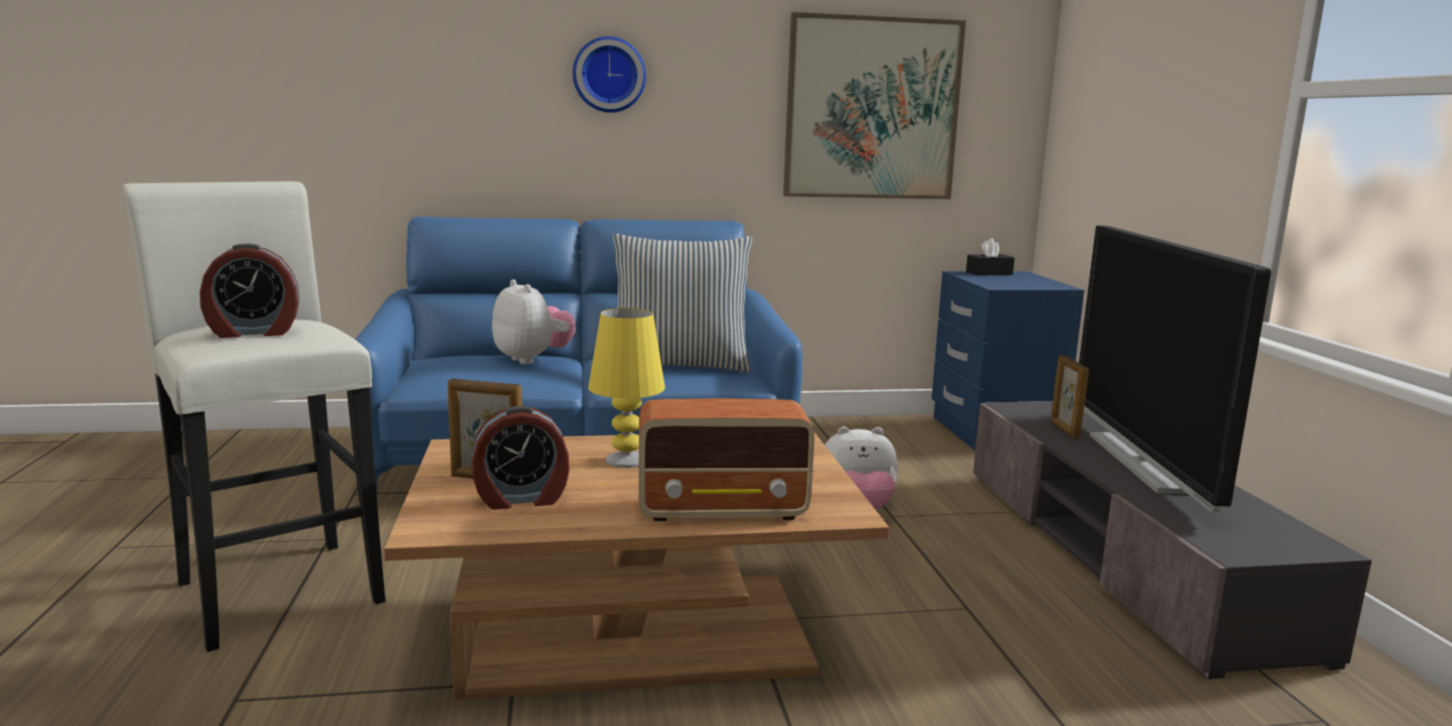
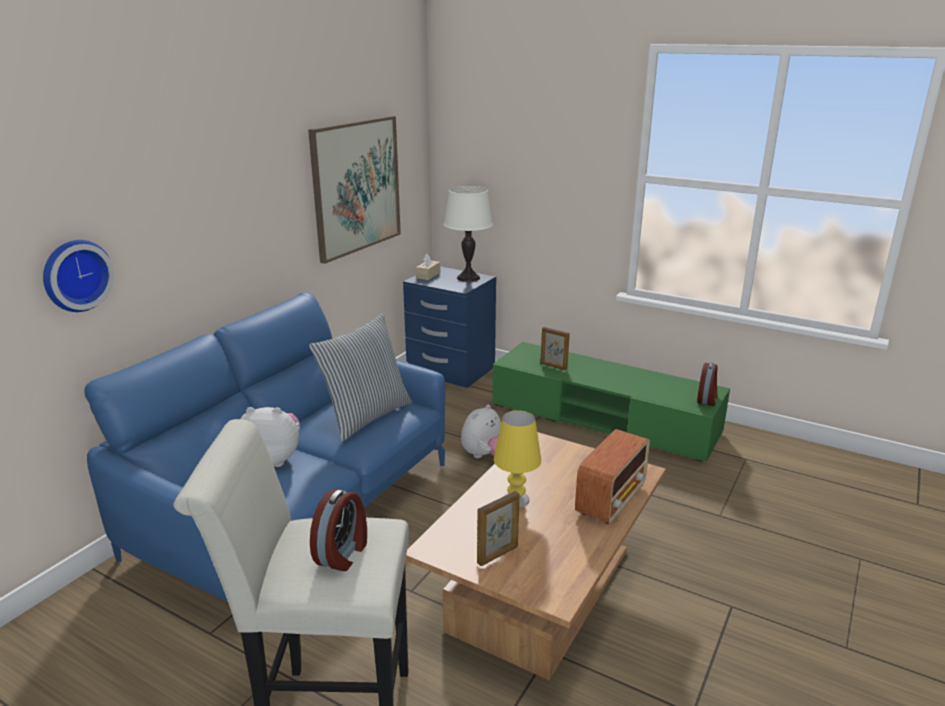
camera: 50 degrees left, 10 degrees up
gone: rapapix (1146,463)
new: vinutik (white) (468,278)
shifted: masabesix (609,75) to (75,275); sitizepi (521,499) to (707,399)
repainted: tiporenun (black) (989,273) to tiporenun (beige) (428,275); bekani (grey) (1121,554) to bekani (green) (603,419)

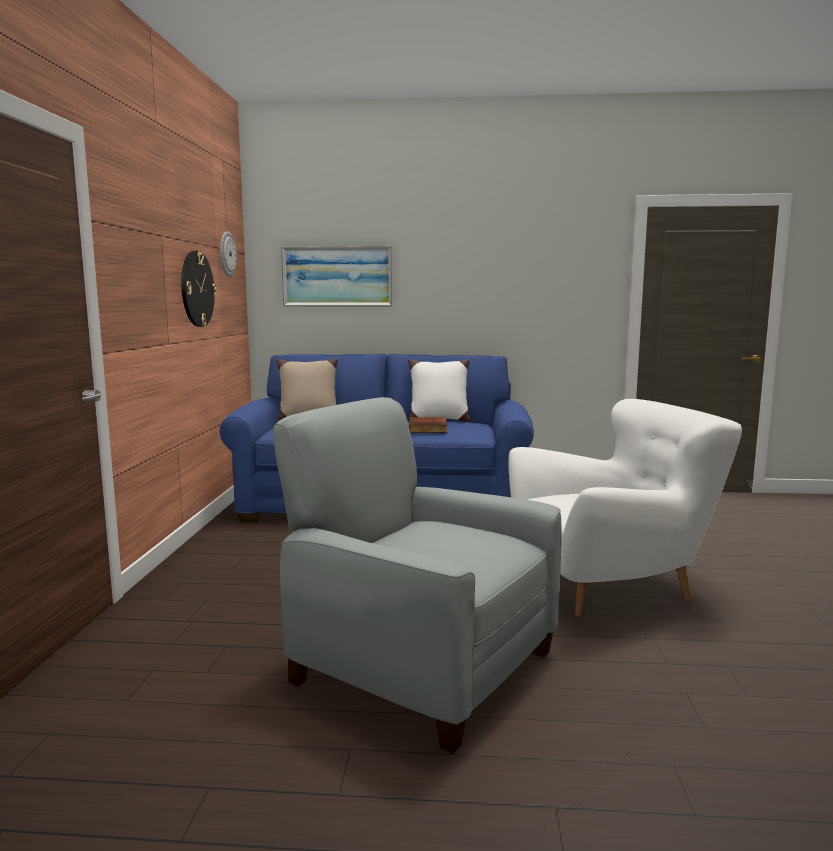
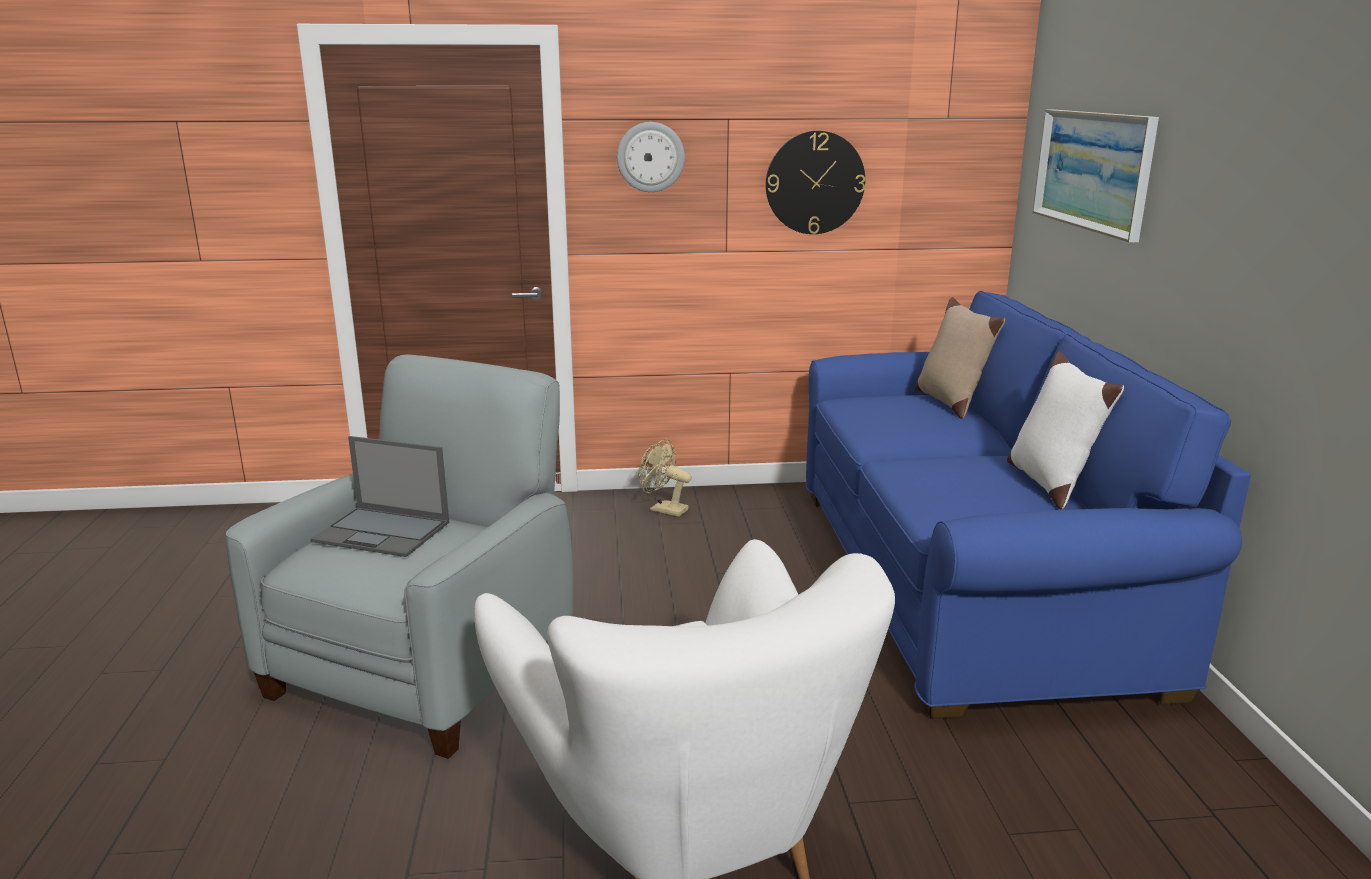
camera: 80 degrees right, 10 degrees up
gone: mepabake (429,428)
new: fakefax (383,532); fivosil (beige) (663,509)
shifted: masabesix (226,254) to (650,157)

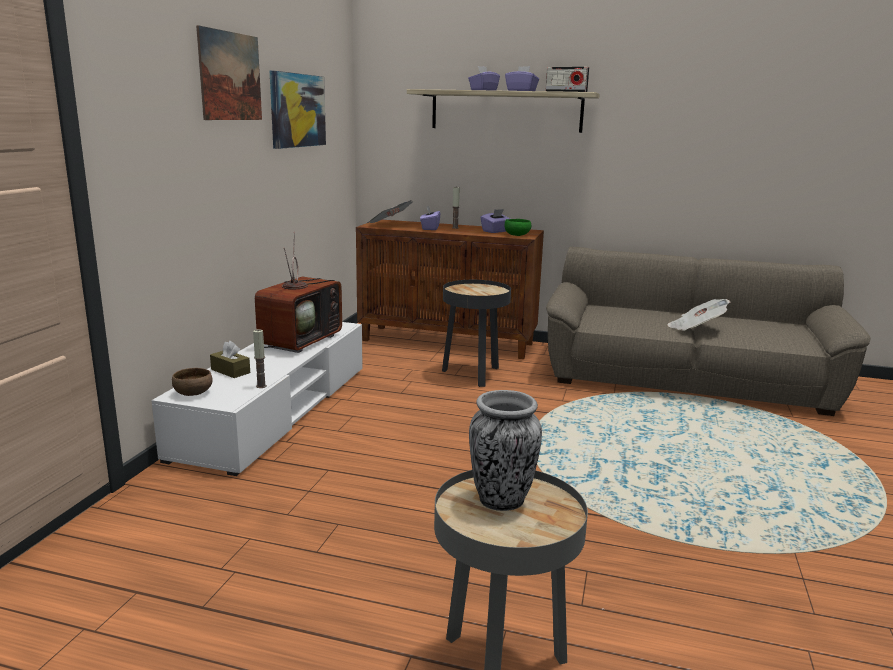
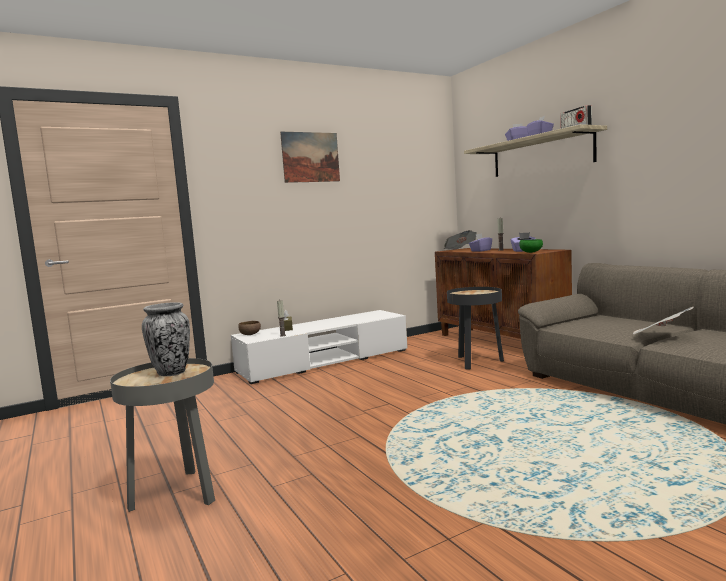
camera: 45 degrees right, 10 degrees down
gone: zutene (297,110); rapapix (300,340)

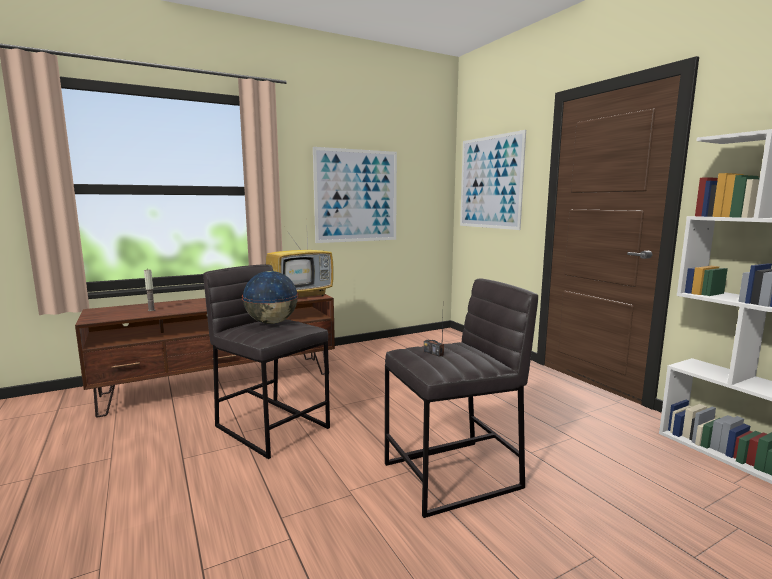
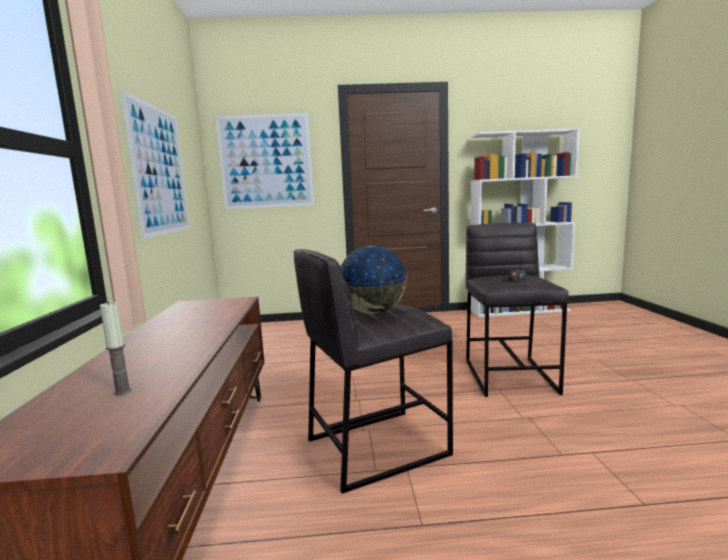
camera: 65 degrees left, 0 degrees up
gone: rapapix (301,295)

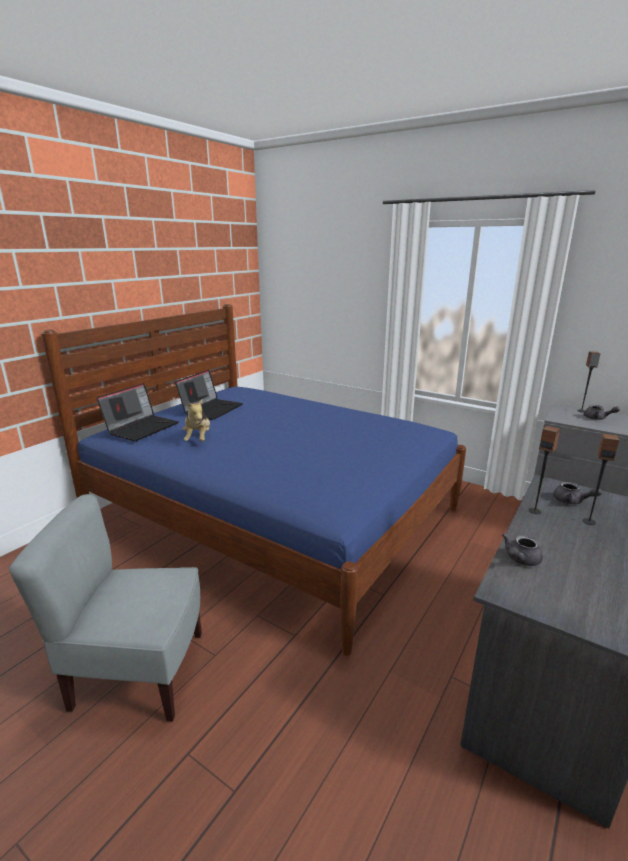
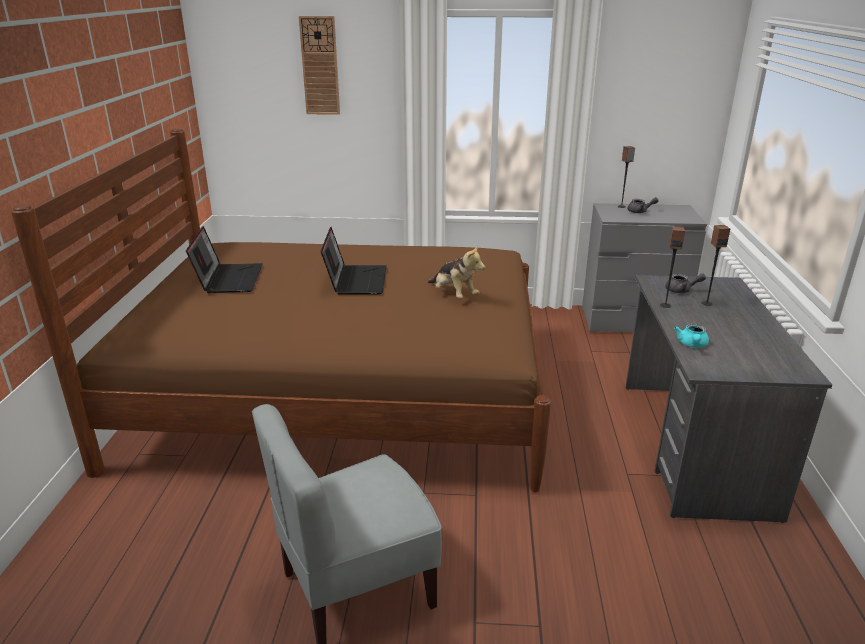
camera: 30 degrees left, 5 degrees up
new: masabesix (320,66)
shifted: fakefax (142,428) to (355,280); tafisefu (198,439) to (454,295)
repainted: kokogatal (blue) (273,515) to kokogatal (brown) (341,393); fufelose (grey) (520,560) to fufelose (turquoise) (692,345)

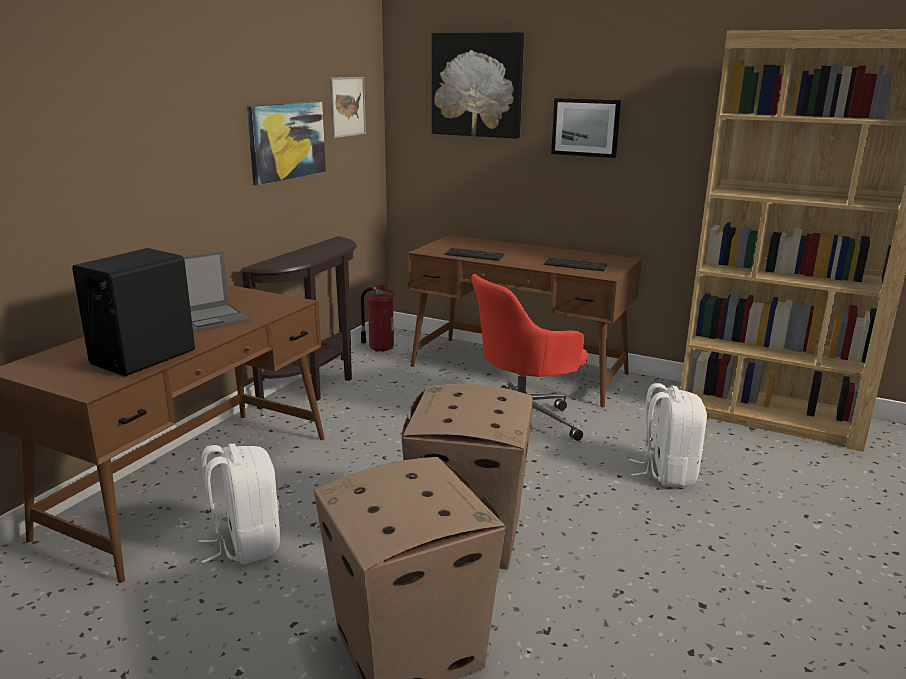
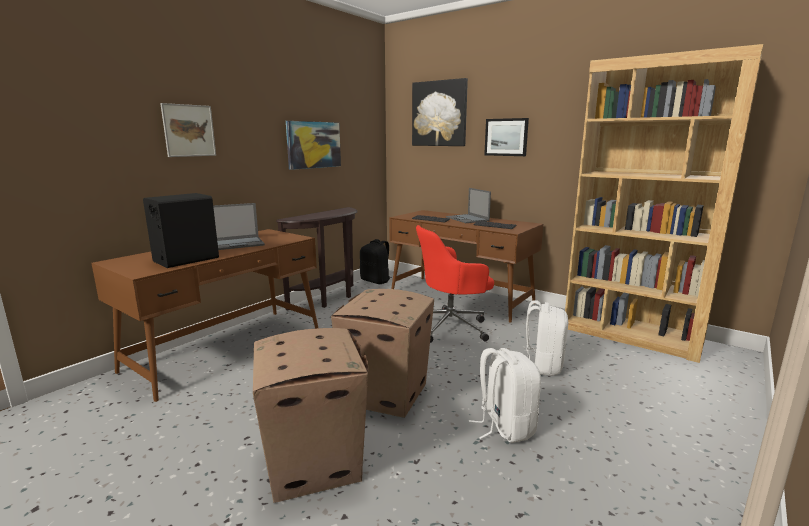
camera: 10 degrees right, 5 degrees down
new: fakefax (467,219)
shifted: zutene (347,106) to (189,130); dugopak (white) (246,543) to (504,426)
swapped: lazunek (380,348) to dugopak (black) (376,281)

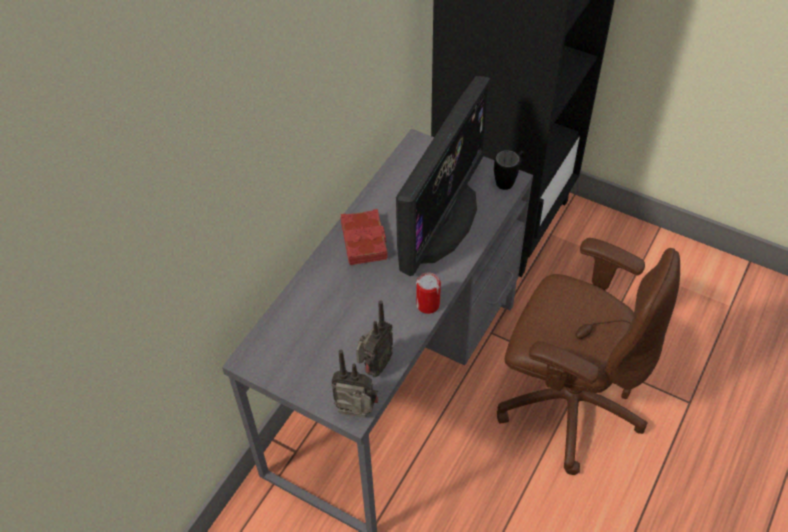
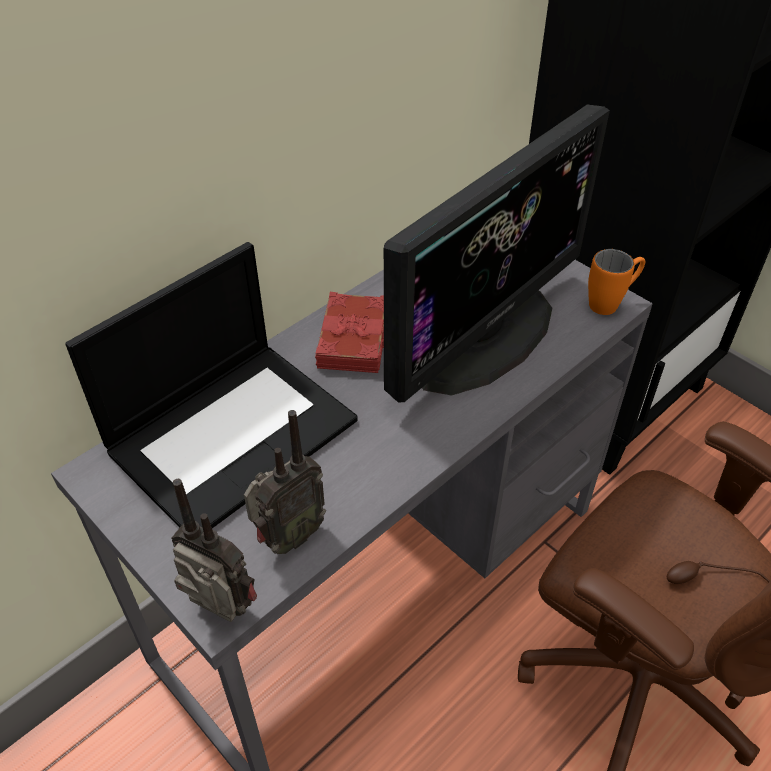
camera: 15 degrees right, 5 degrees down
gone: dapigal (428,304)
new: fakefax (233,433)
repainted: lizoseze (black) (509,180) to lizoseze (orange) (611,303)

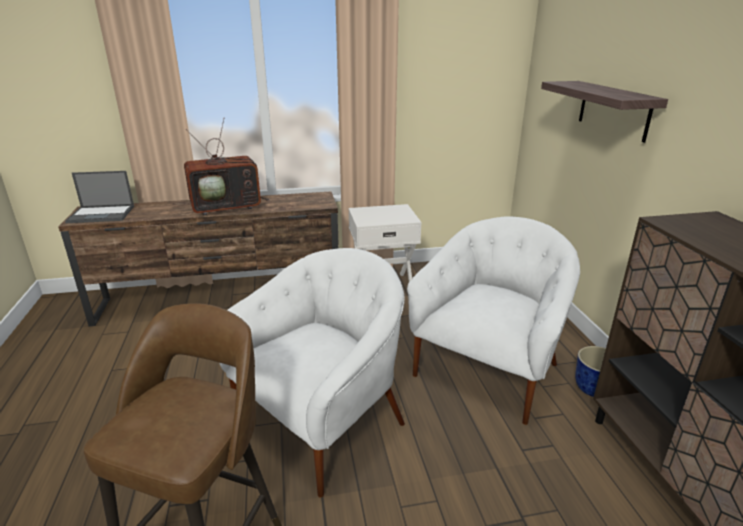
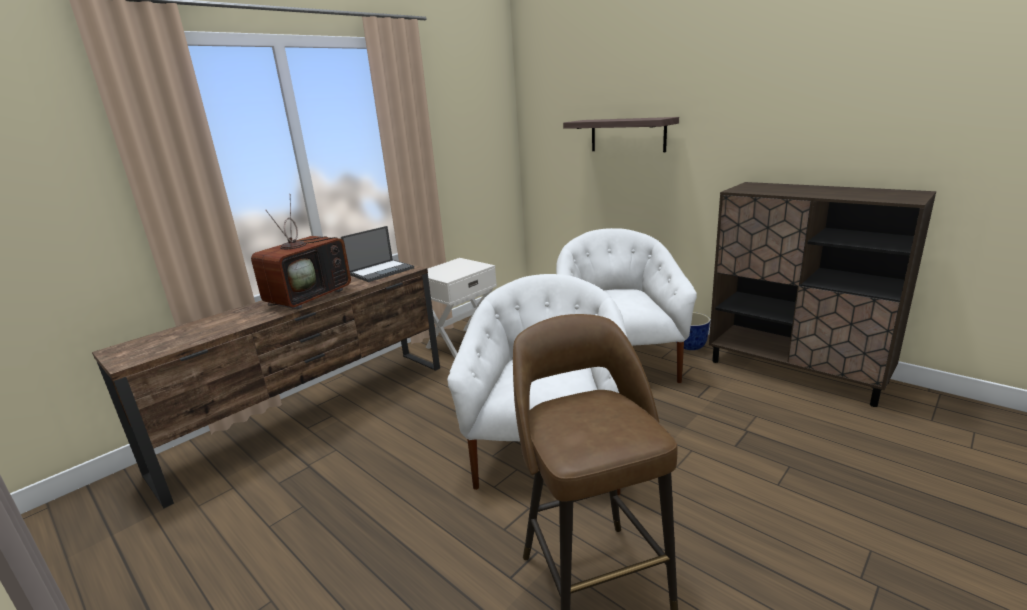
camera: 35 degrees left, 5 degrees down
shifted: fakefax (102,214) to (381,271)

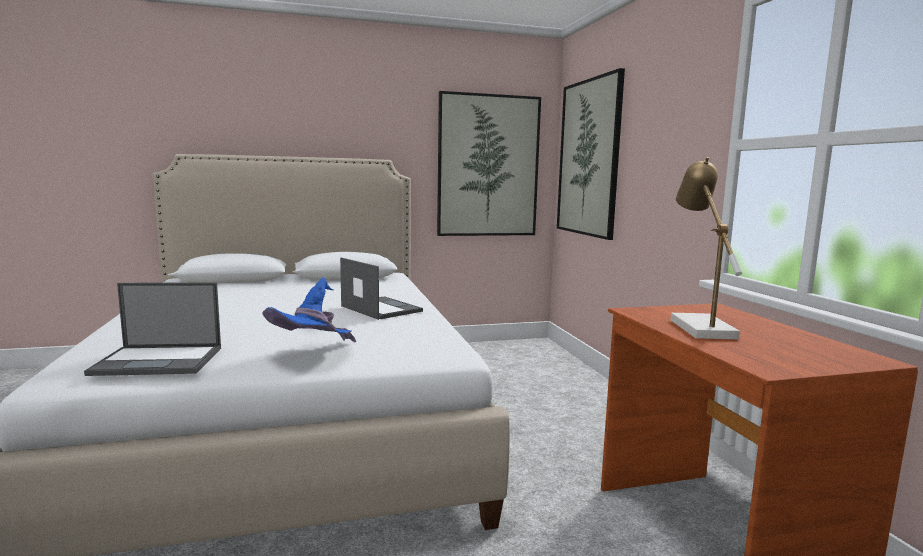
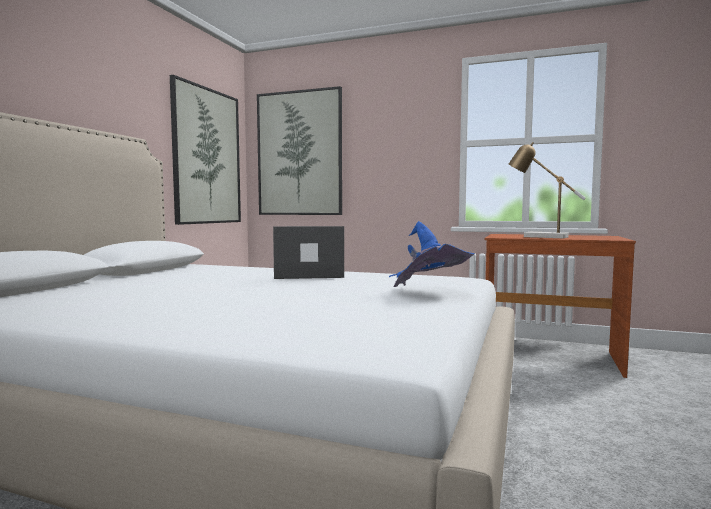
camera: 55 degrees left, 5 degrees down
gone: fakefax (160,361)

